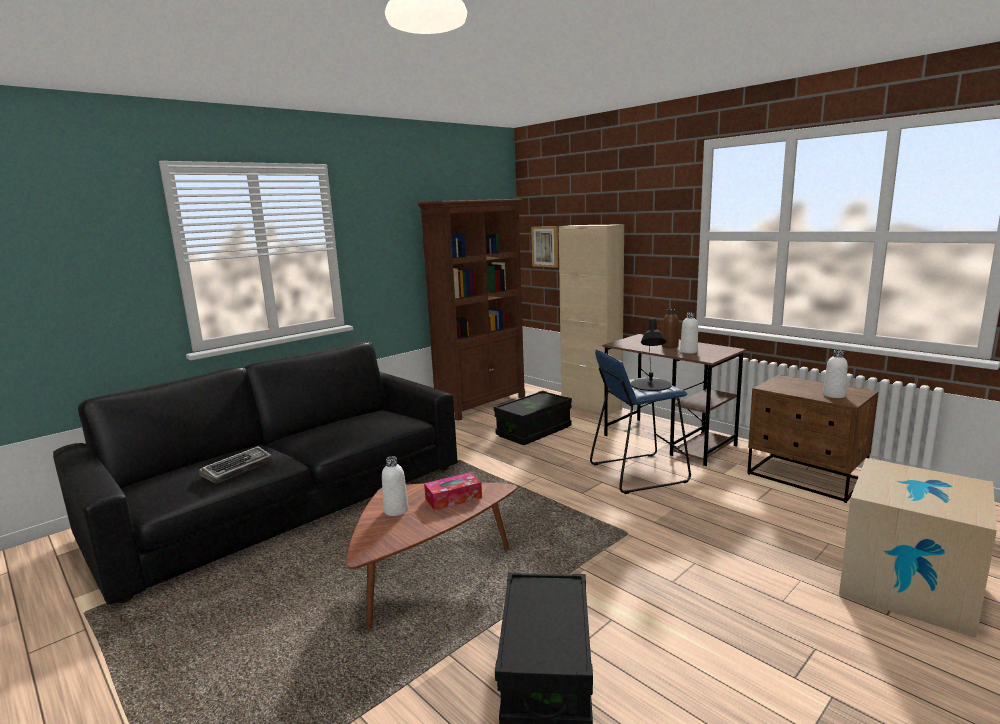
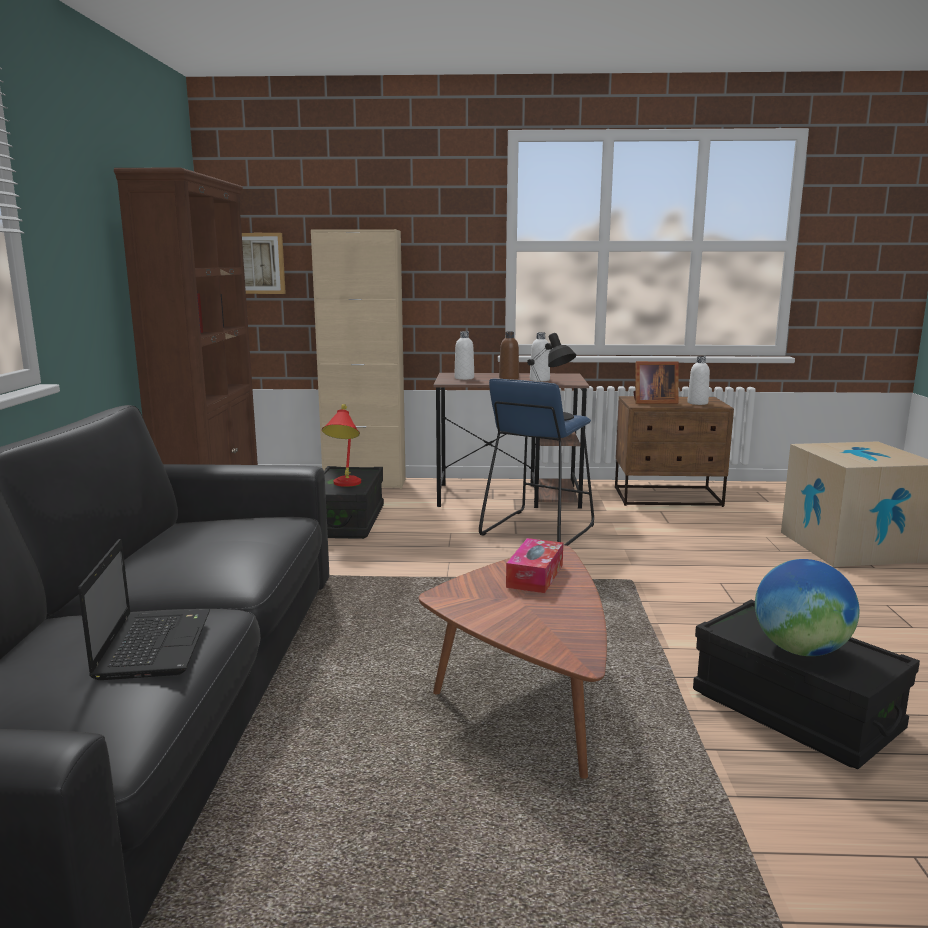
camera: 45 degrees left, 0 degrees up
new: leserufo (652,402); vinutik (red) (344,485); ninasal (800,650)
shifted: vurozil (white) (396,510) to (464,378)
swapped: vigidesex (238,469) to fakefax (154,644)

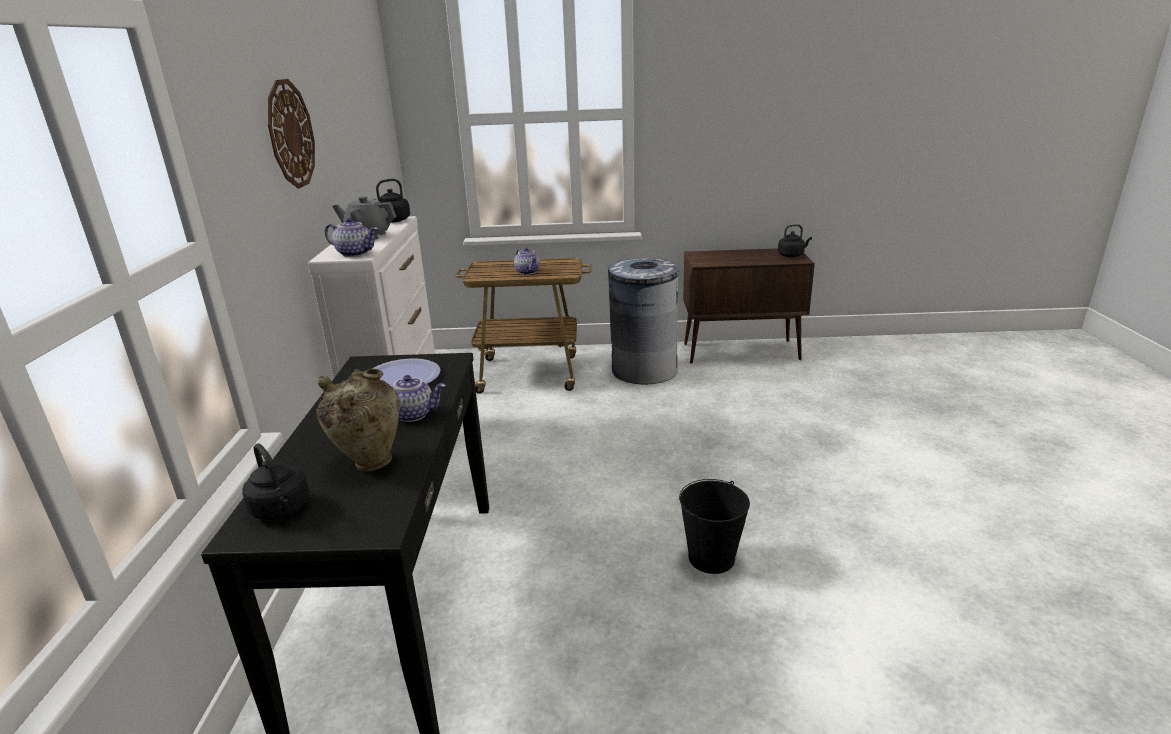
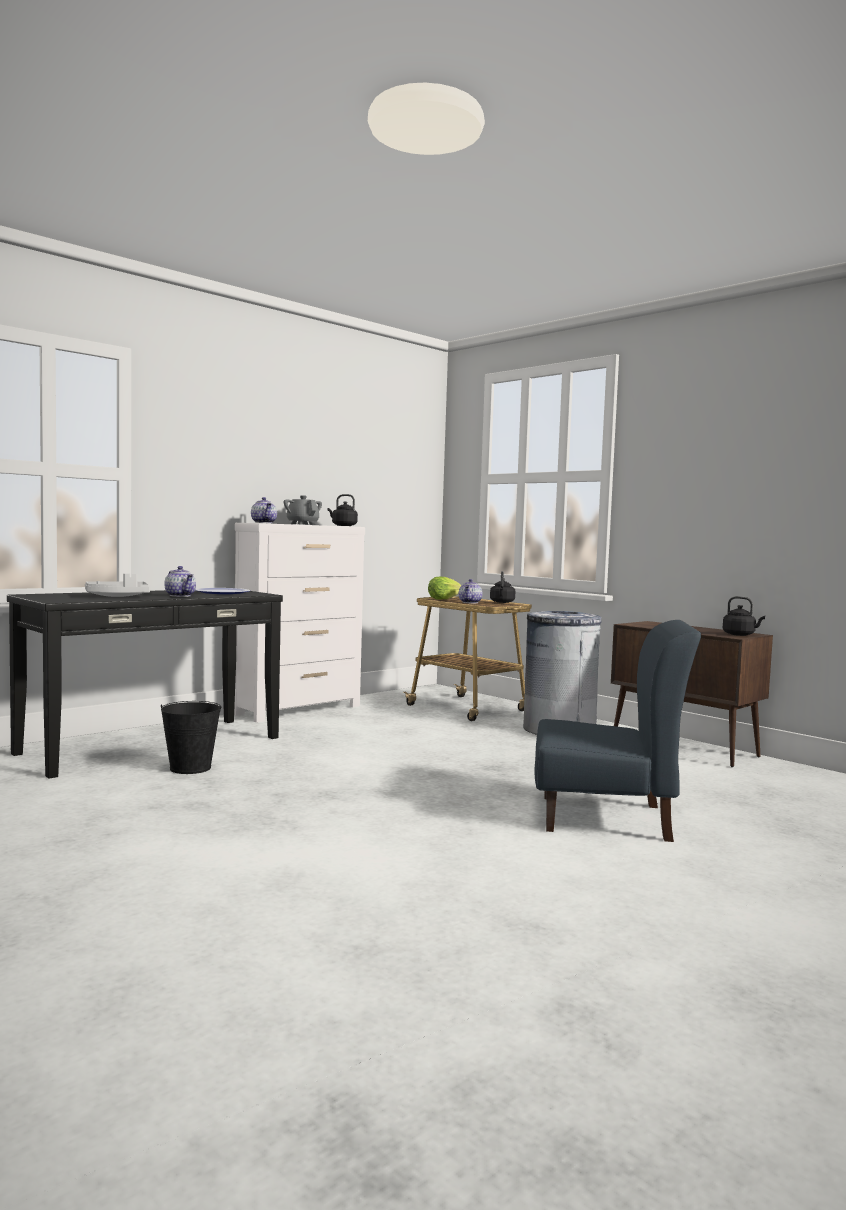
camera: 45 degrees right, 20 degrees down
gone: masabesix (290,134)
new: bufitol (443,599); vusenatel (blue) (605,818)
shifted: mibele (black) (282,510) to (502,602); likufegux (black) (712,558) to (190,768)
swapped: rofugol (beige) (369,462) to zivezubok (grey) (117,596)

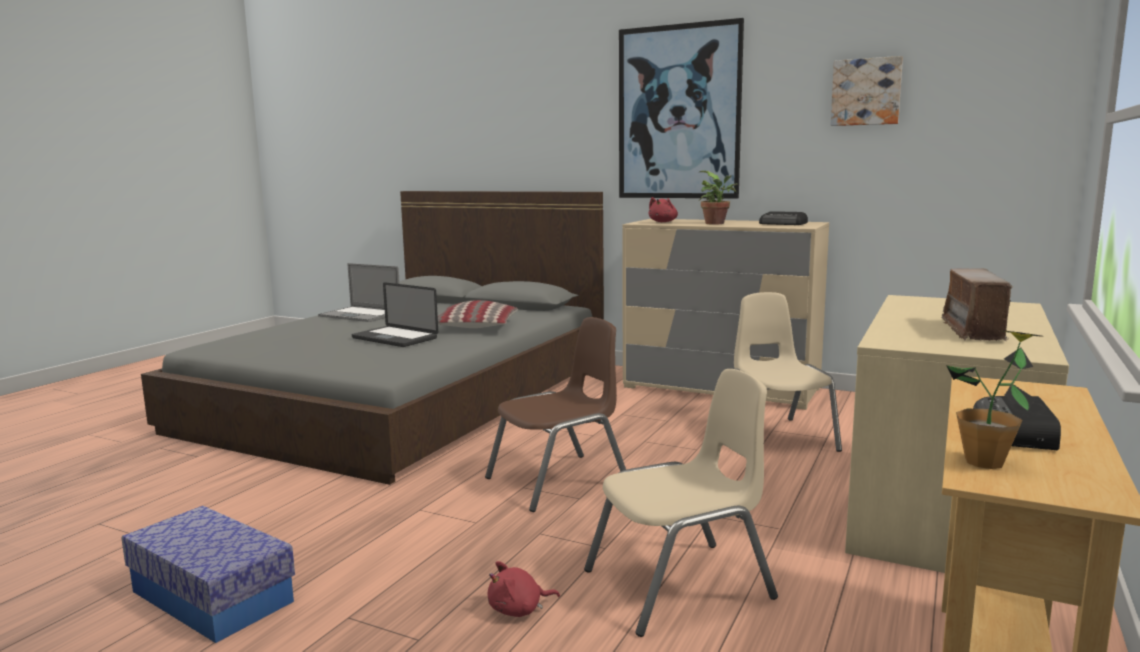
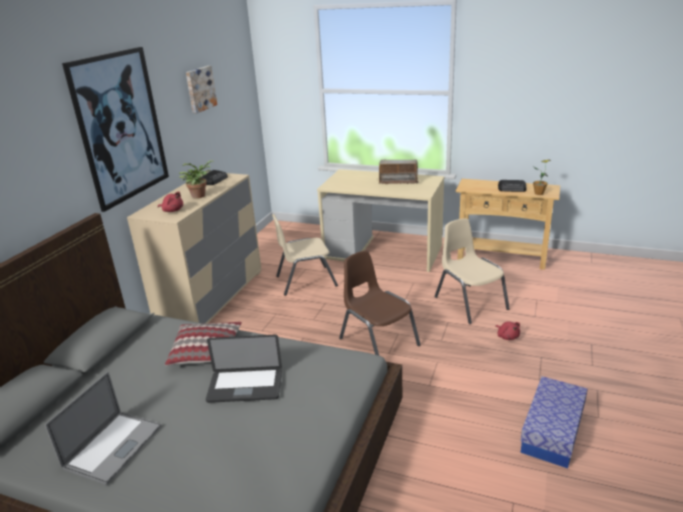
camera: 95 degrees left, 15 degrees up
rotated: fakefax (394,338) = (245,386) 60 degrees clockwise

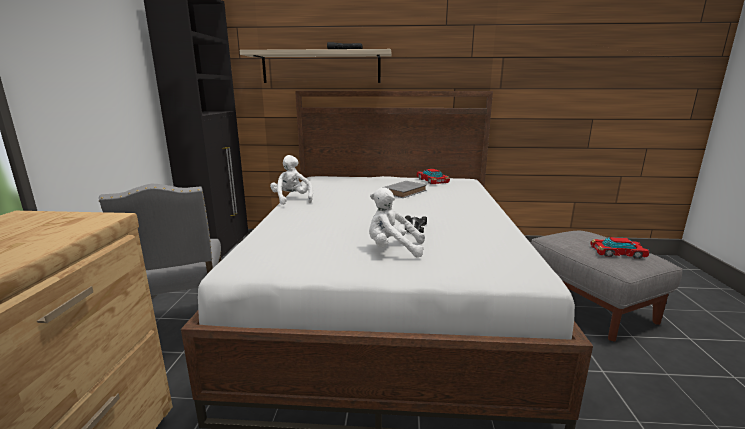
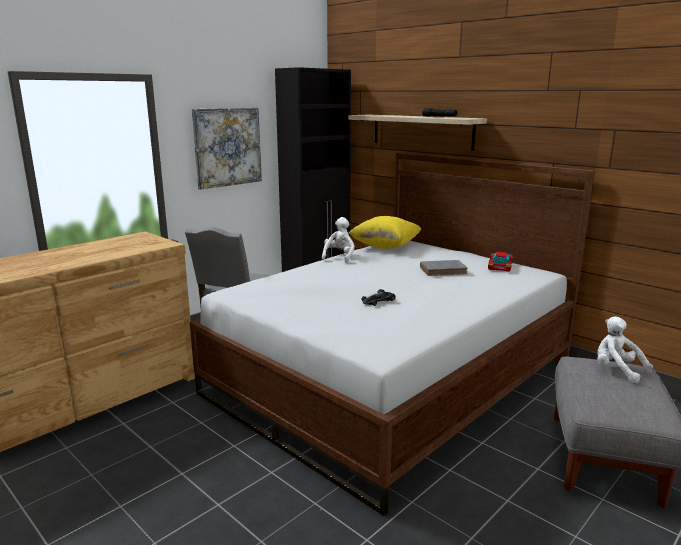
camera: 40 degrees right, 0 degrees up
gone: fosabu (618,253)
new: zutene (227,147); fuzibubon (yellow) (385,246)
shifted: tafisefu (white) (393,249) to (617,370)

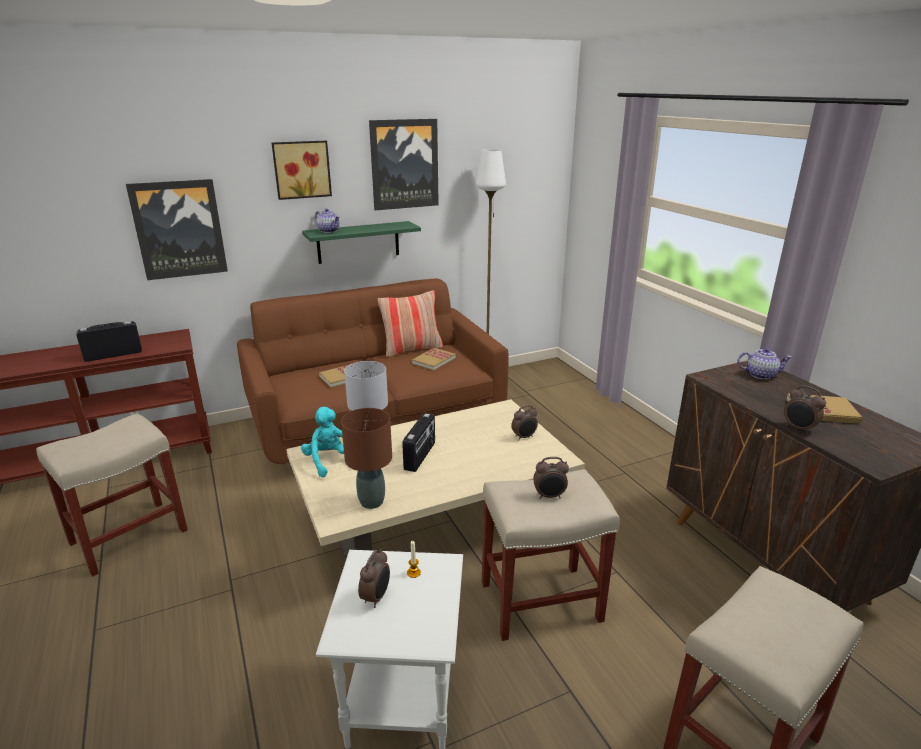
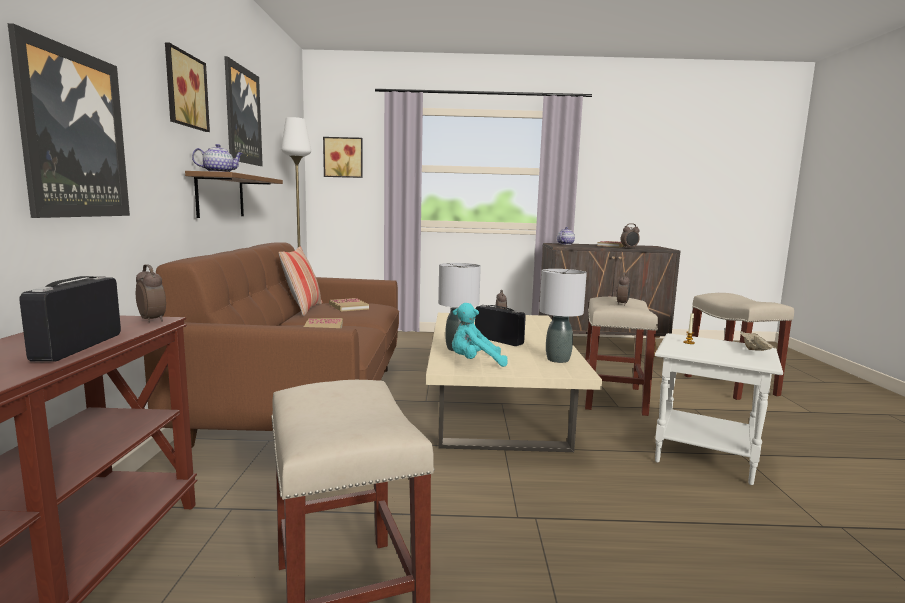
camera: 65 degrees left, 15 degrees down
new: zutene (343,157); zivezubok (beige) (755,351)
shifted: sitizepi (376,597) to (153,320)
repainted: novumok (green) (358,242) to novumok (brown) (220,196); vinutik (brown) (372,502) to vinutik (grey) (558,359)

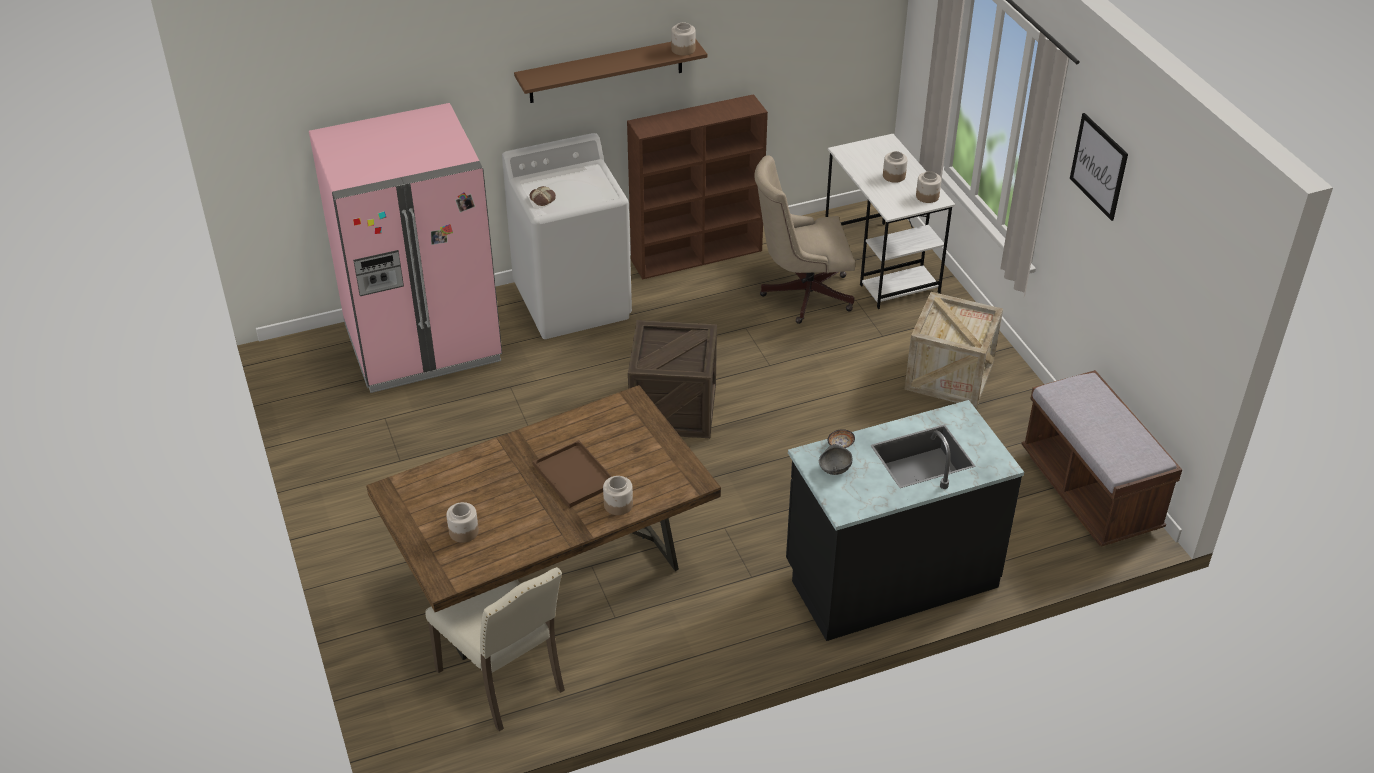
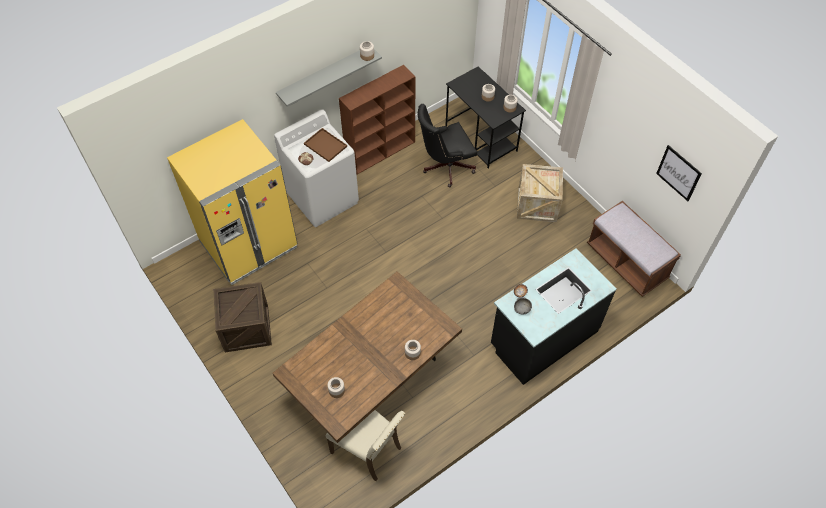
camera: 15 degrees left, 15 degrees up
shifted: zutene (1098,166) to (678,173); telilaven (673,408) to (246,328); zivezubok (brown) (573,474) to (324,145)
repainted: novumok (brown) (606,70) to novumok (grey) (324,76); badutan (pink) (423,344) to badutan (yellow) (249,245); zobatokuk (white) (881,265) to zobatokuk (black) (481,138); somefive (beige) (801,294) to somefive (black) (445,167)

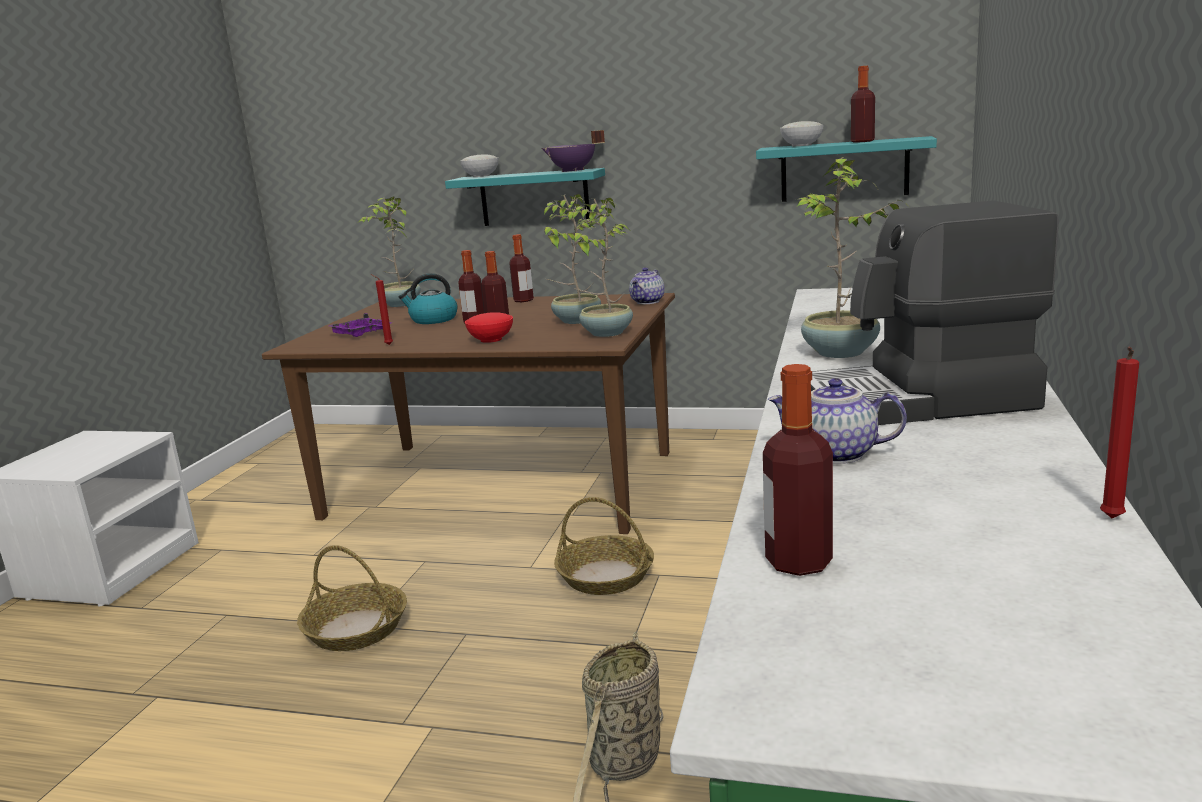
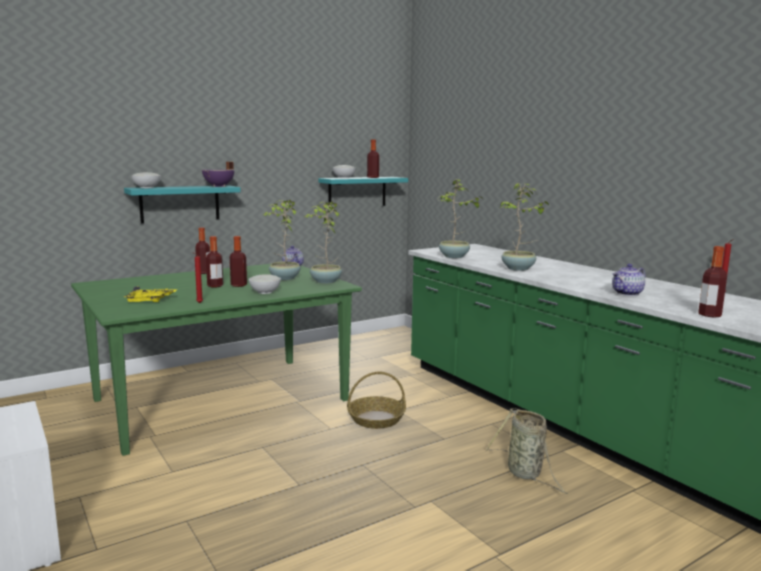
camera: 50 degrees left, 5 degrees down
gone: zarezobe (918,401); mibele (433,320); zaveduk (357,629)
shifted: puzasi (400,304) to (454,257)
repainted: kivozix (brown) (503,484) to kivozix (green) (222,399); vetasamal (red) (490,339) to vetasamal (white) (264,292); zivezubok (purple) (361,334) to zivezubok (yellow) (149,301)

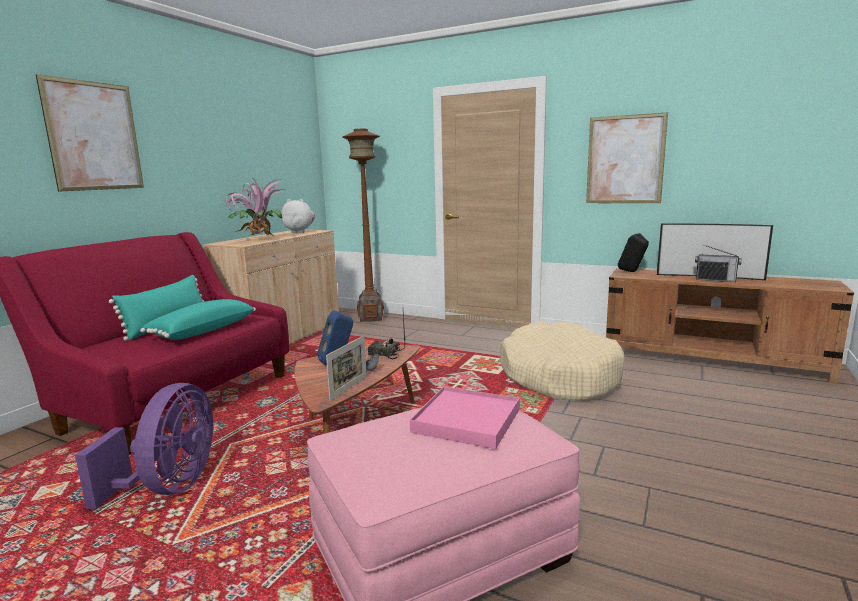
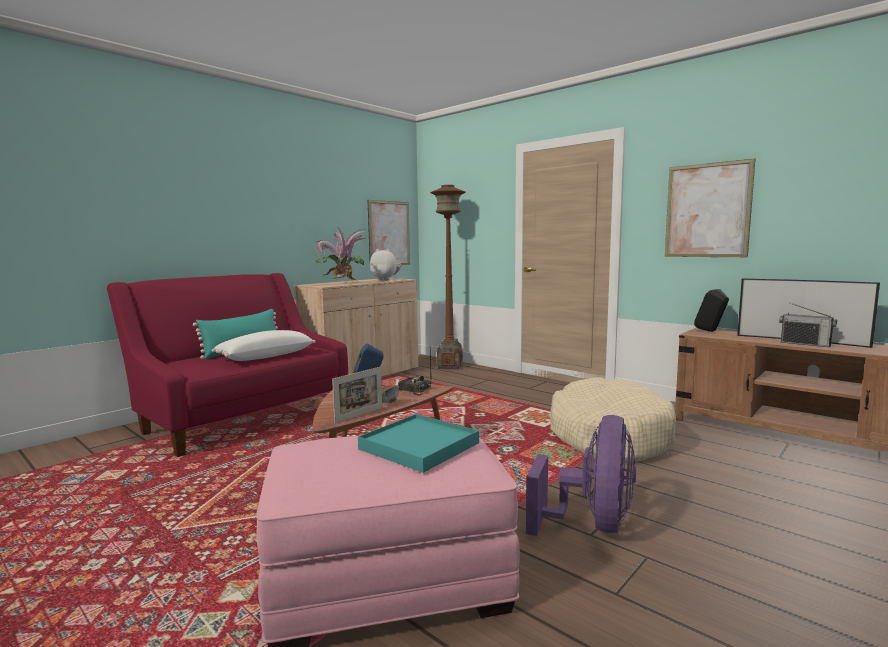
camera: 15 degrees right, 5 degrees down
shifted: zutene (94,136) to (389,233); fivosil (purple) (169,487) to (592,524)
repainted: fuzibubon (turquoise) (202,331) to fuzibubon (white) (265,357); zivezubok (pink) (467,420) to zivezubok (turquoise) (419,446)

